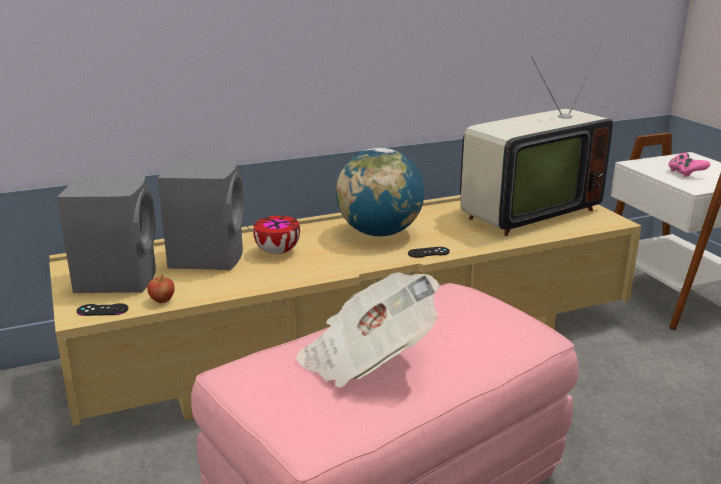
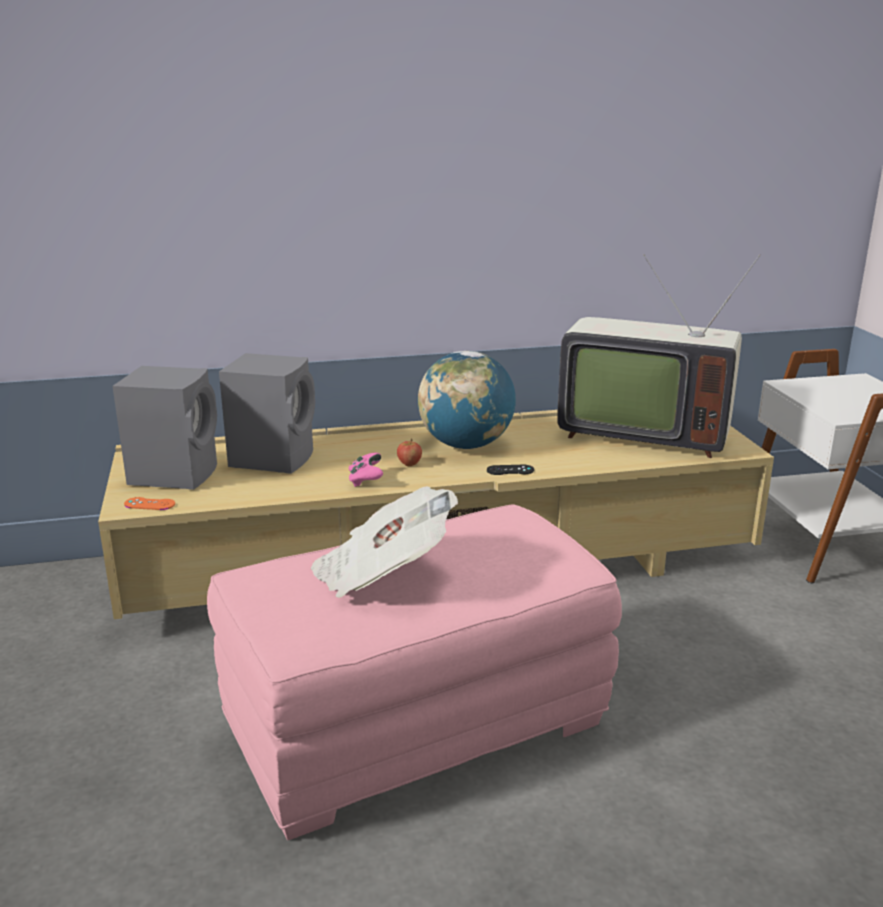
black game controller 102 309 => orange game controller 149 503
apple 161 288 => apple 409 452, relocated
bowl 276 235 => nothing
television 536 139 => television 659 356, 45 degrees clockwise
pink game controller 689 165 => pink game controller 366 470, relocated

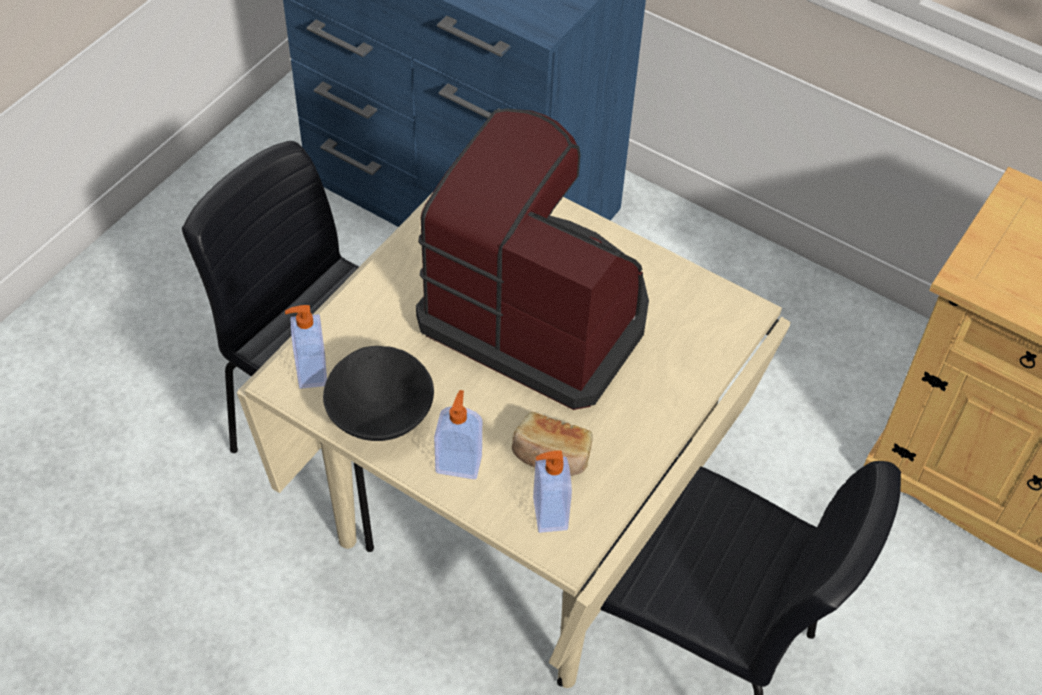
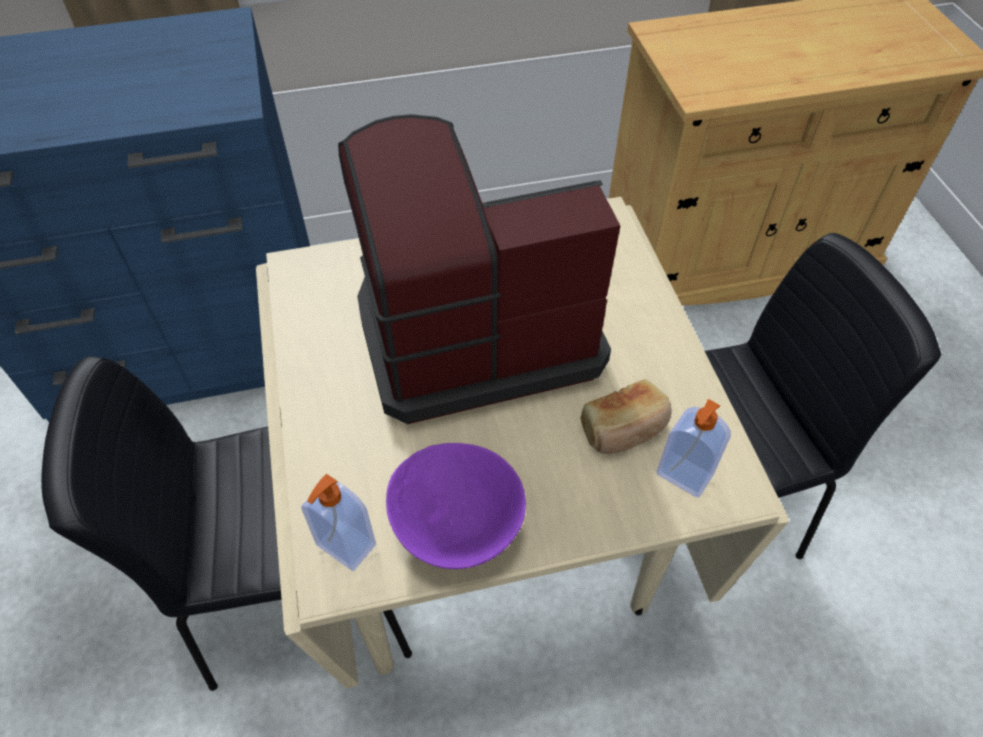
black bowl 378 393 => purple bowl 456 506
soap dispenser 458 434 => nothing

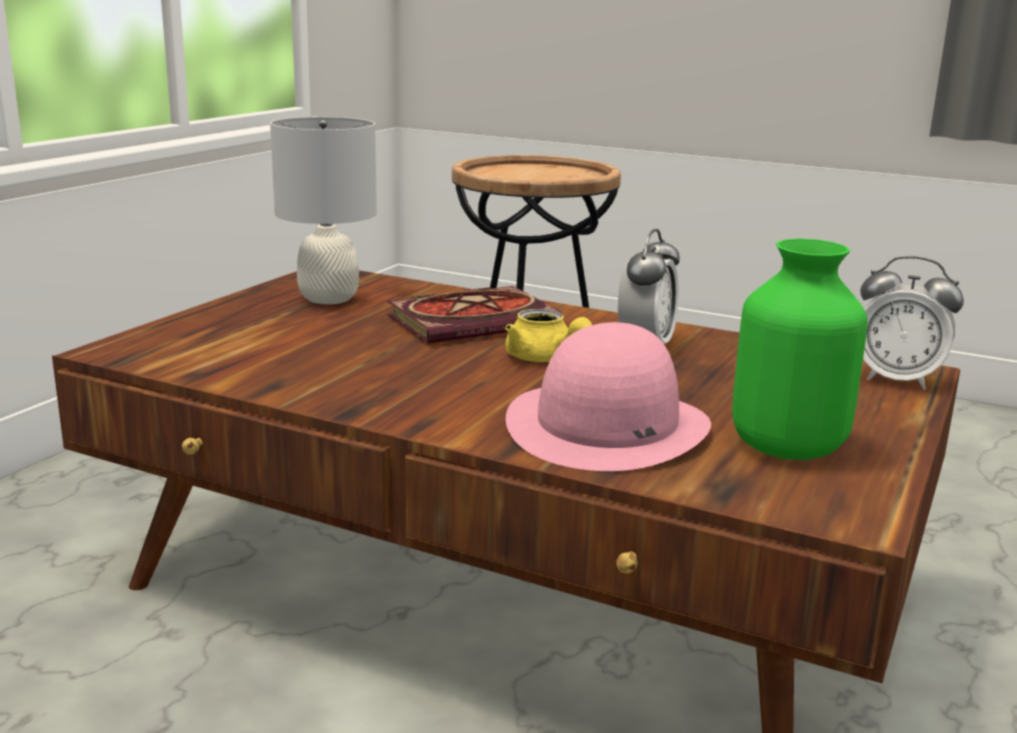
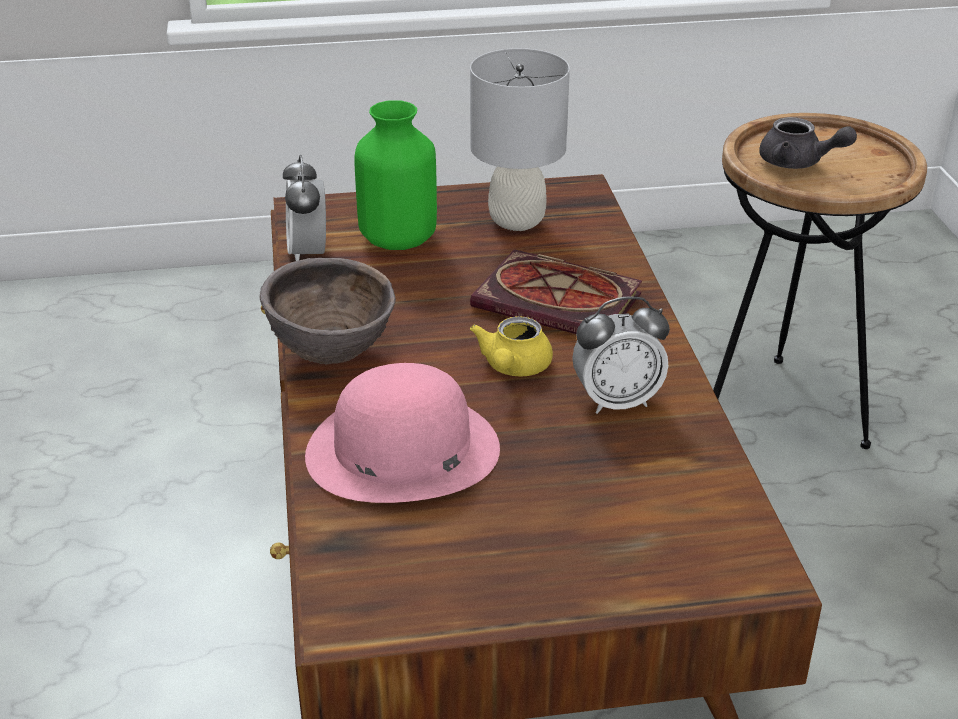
green vase 800 349 => green vase 395 175, relocated
alarm clock 912 323 => alarm clock 304 208, relocated
nothing => brown bowl 328 311
nothing => grey teapot 808 143

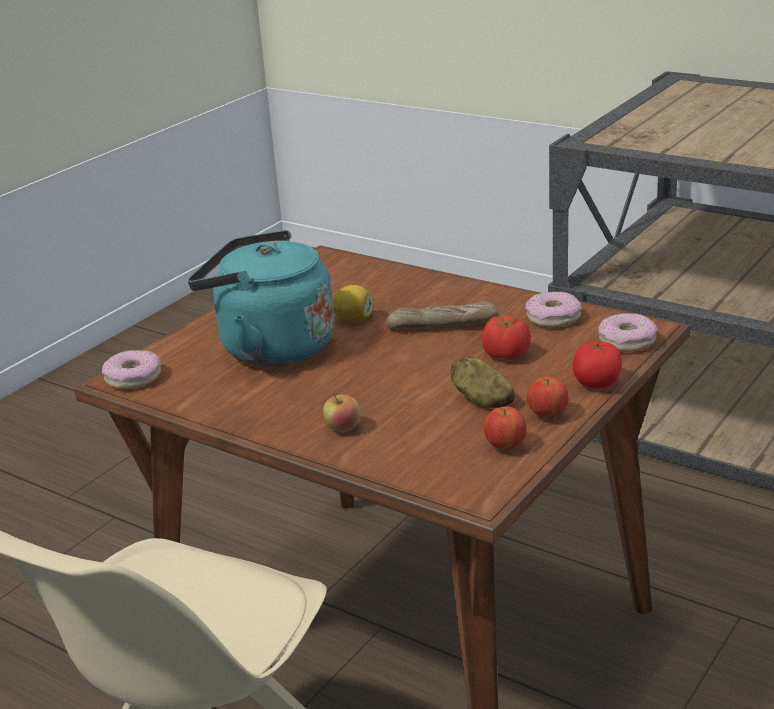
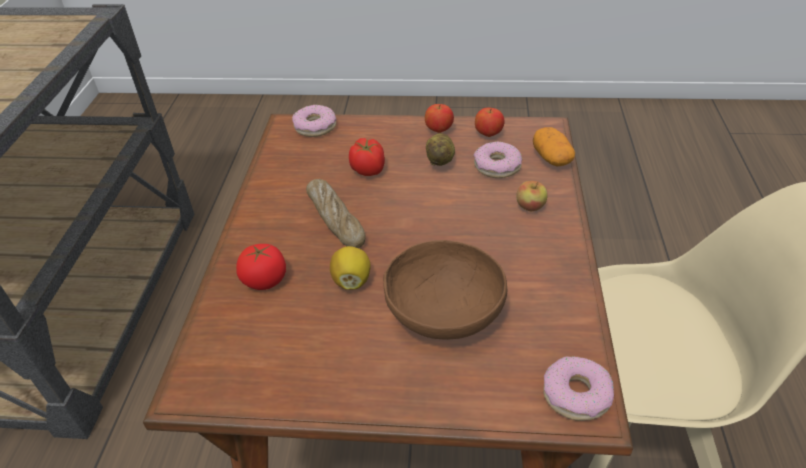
turquoise kettle 261 298 => brown bowl 445 290
donut 553 310 => donut 497 159, relocated
tomato 597 364 => tomato 261 267, relocated
nothing => potato 554 146

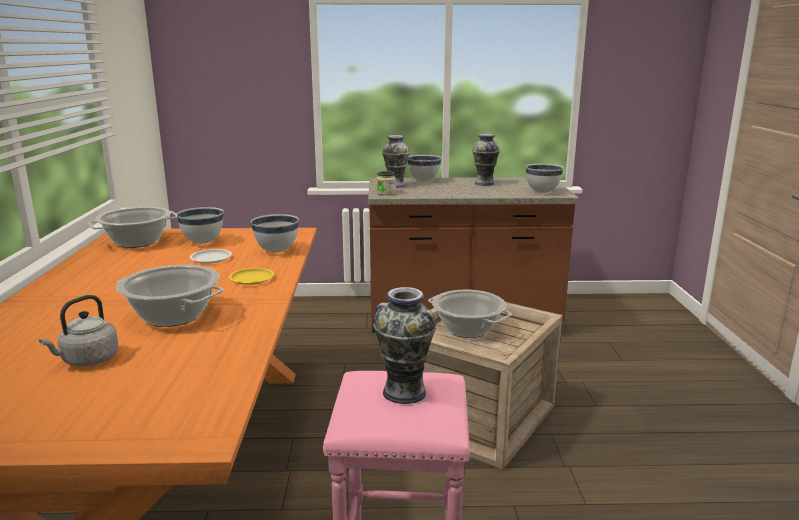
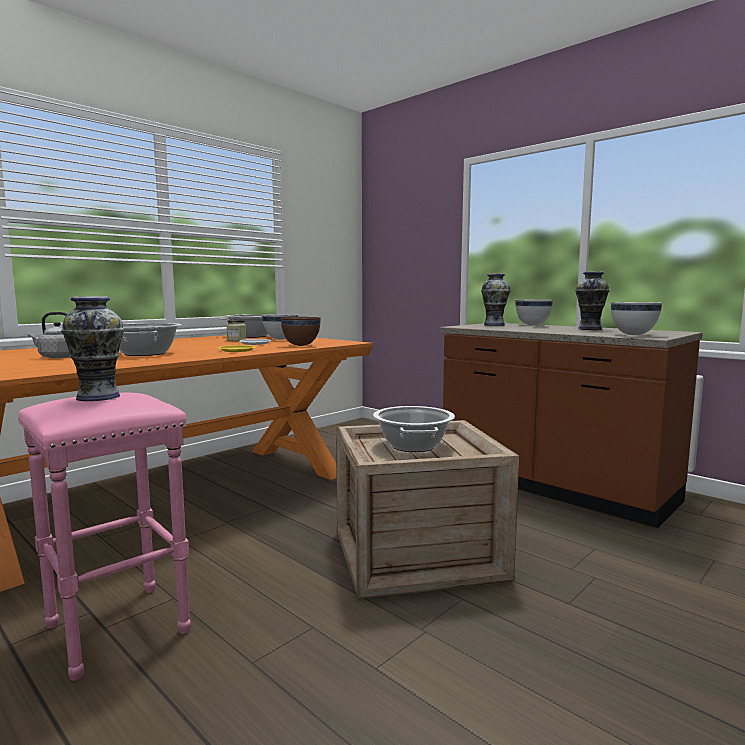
white bowl 275 233 => brown bowl 300 331
jar 386 183 => jar 236 330, relocated

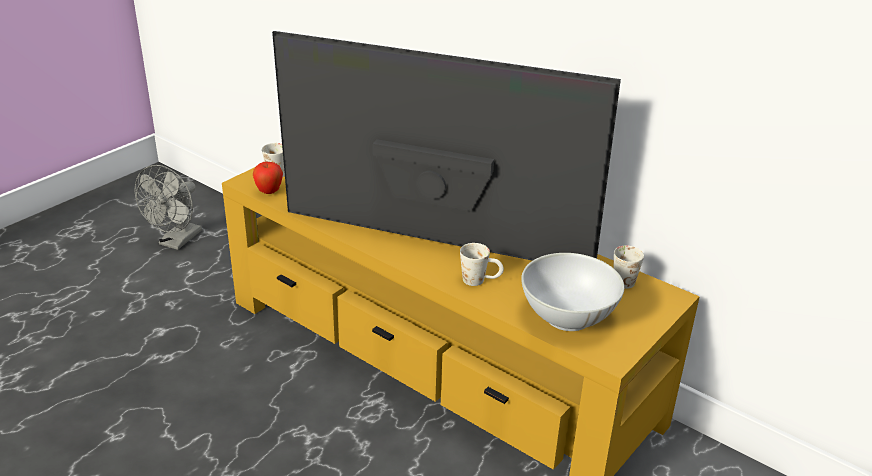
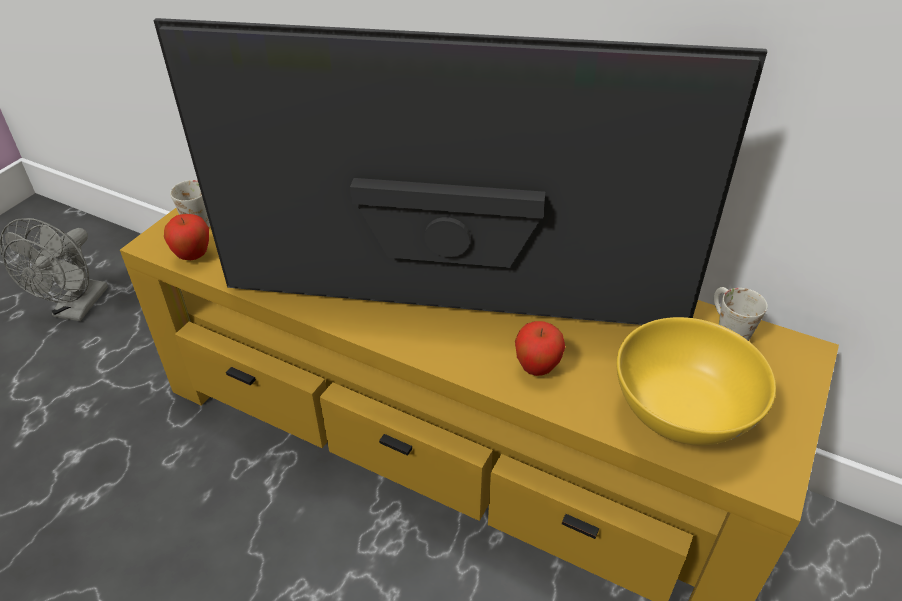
white mug 482 264 => apple 540 348
white bowl 572 292 => yellow bowl 696 381

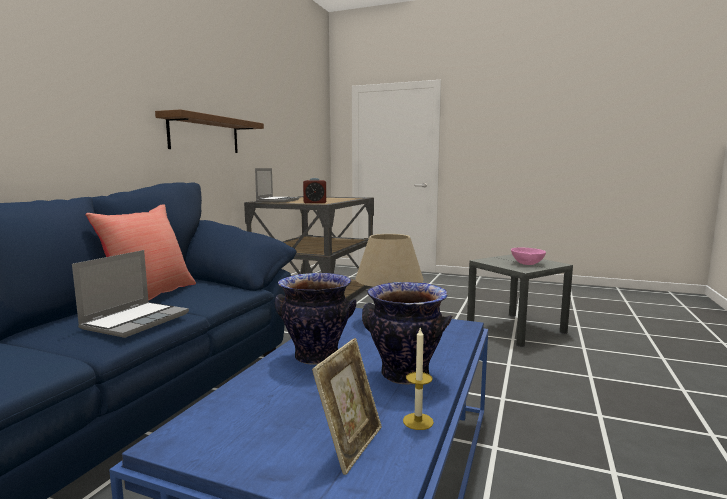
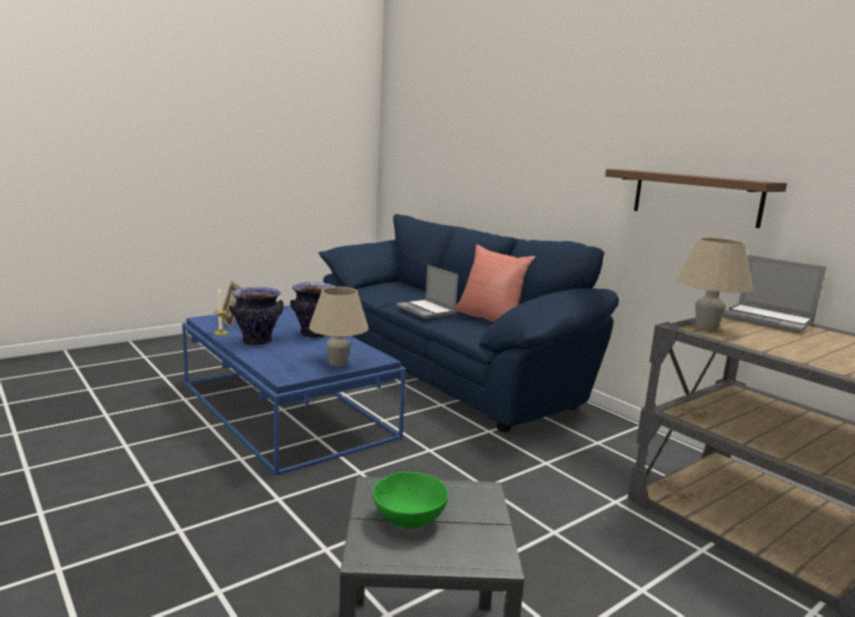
alarm clock 314 190 => beige table lamp 715 283
pink bowl 528 256 => green bowl 410 500

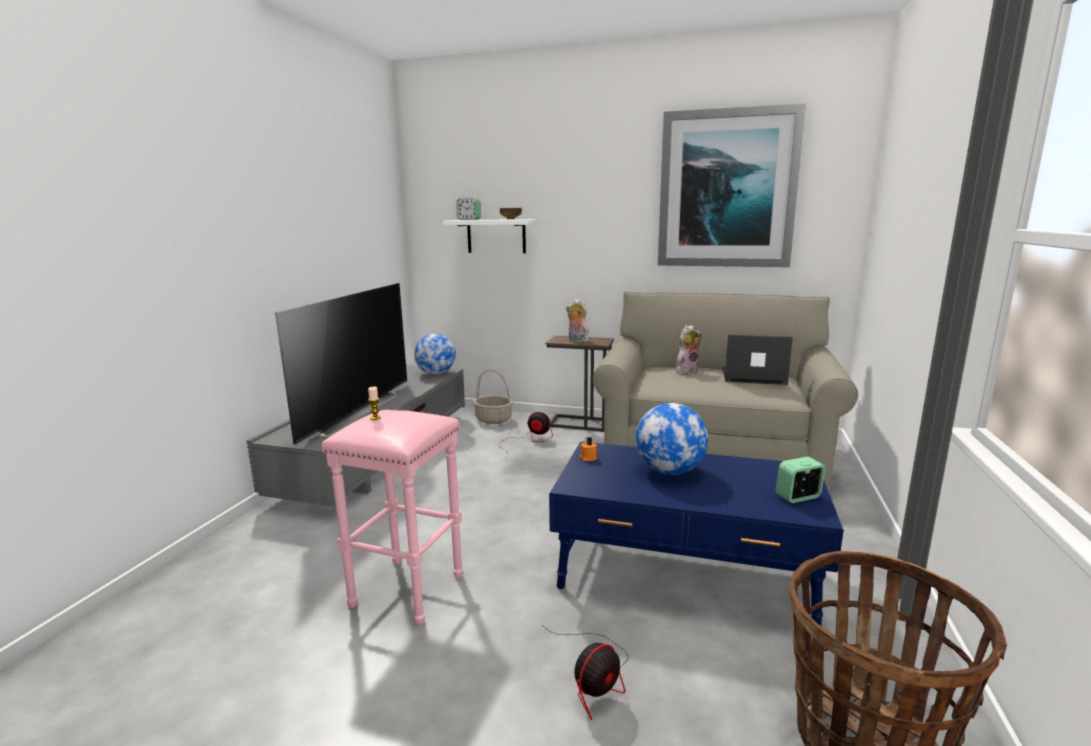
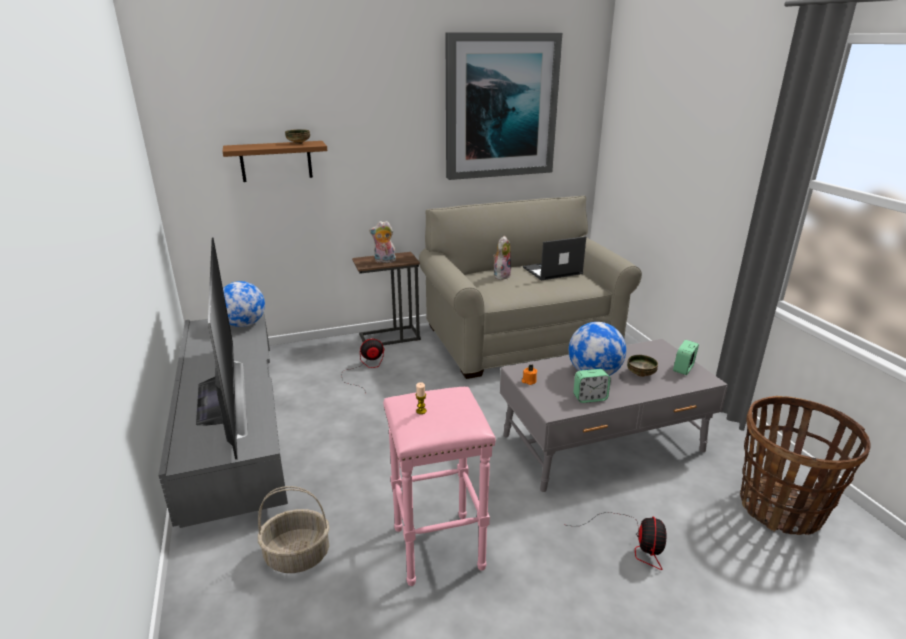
white shelf 490 236 => brown shelf 274 161
alarm clock 468 209 => alarm clock 592 386, relocated
basket 493 396 => basket 294 529, relocated
blue coffee table 696 534 => grey coffee table 614 415
nothing => bowl 642 366

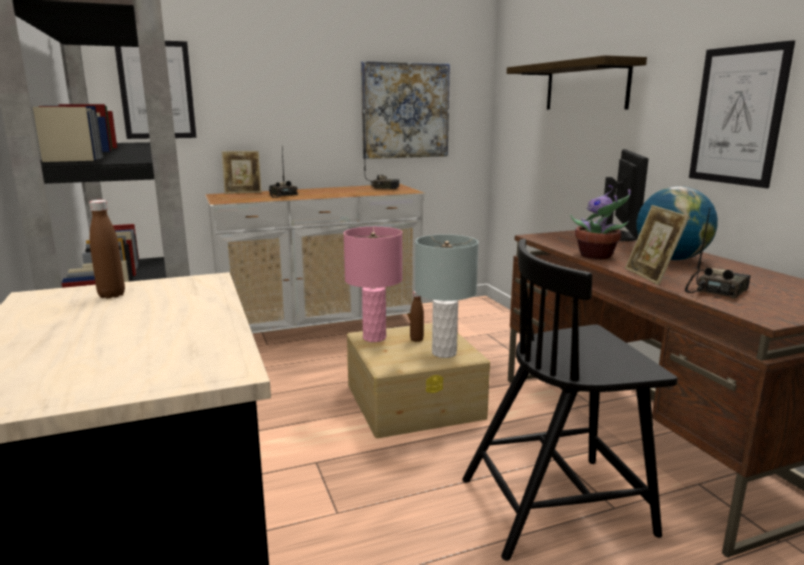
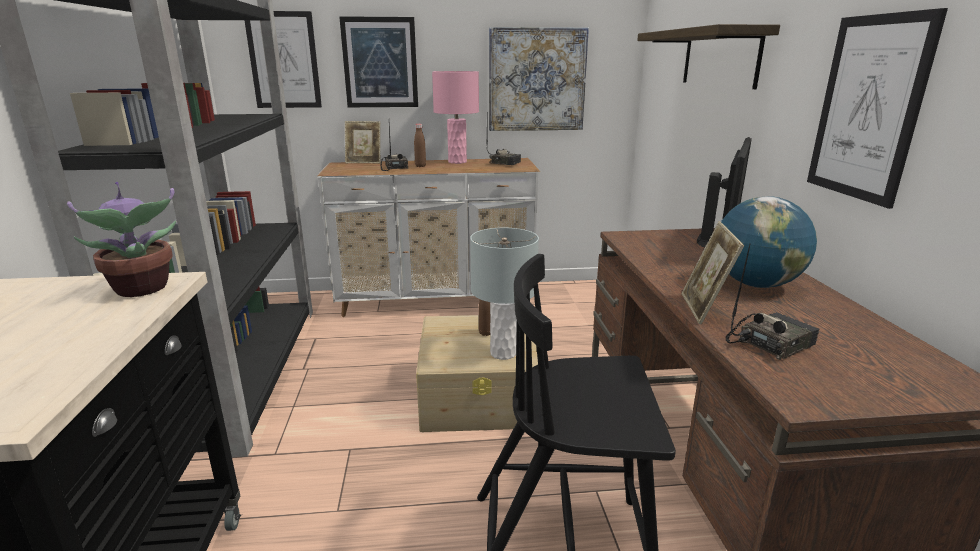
brown bottle 107 249 => brown bottle 420 145, relocated
pink table lamp 372 284 => pink table lamp 455 117, relocated
potted plant 600 222 => potted plant 121 239, relocated
nothing => picture 378 61

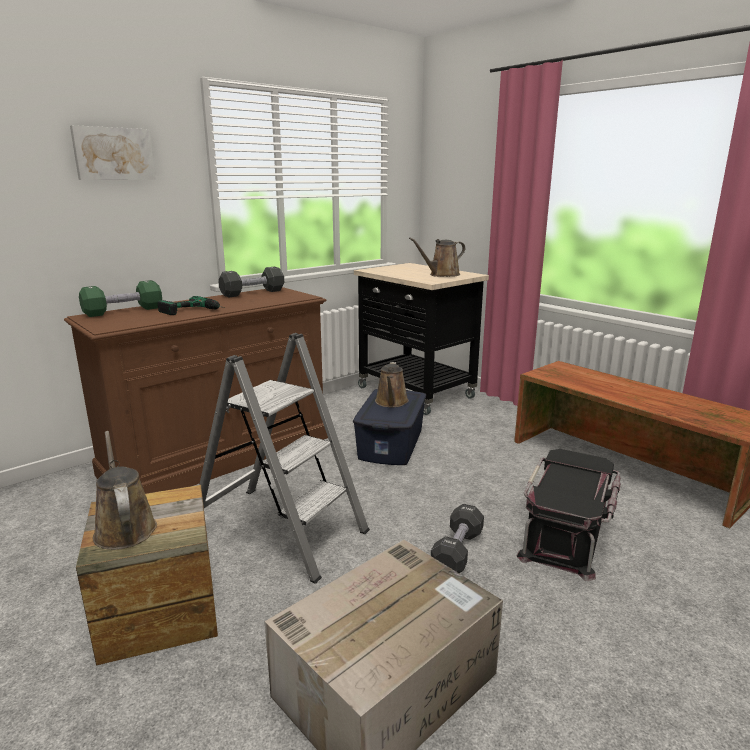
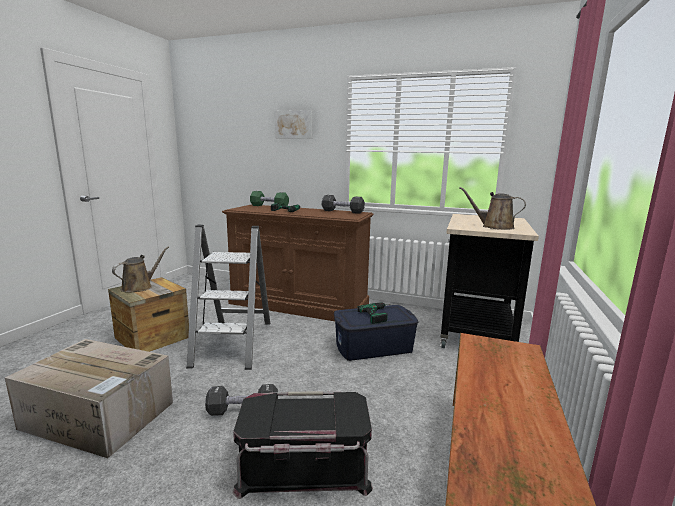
brown watering can 392 385 => power drill 373 313

